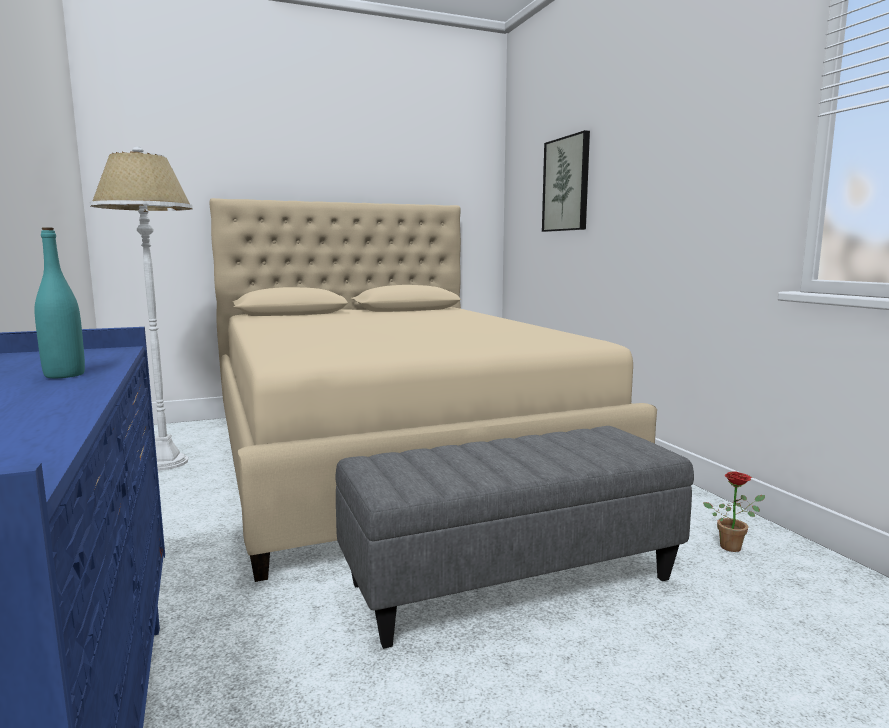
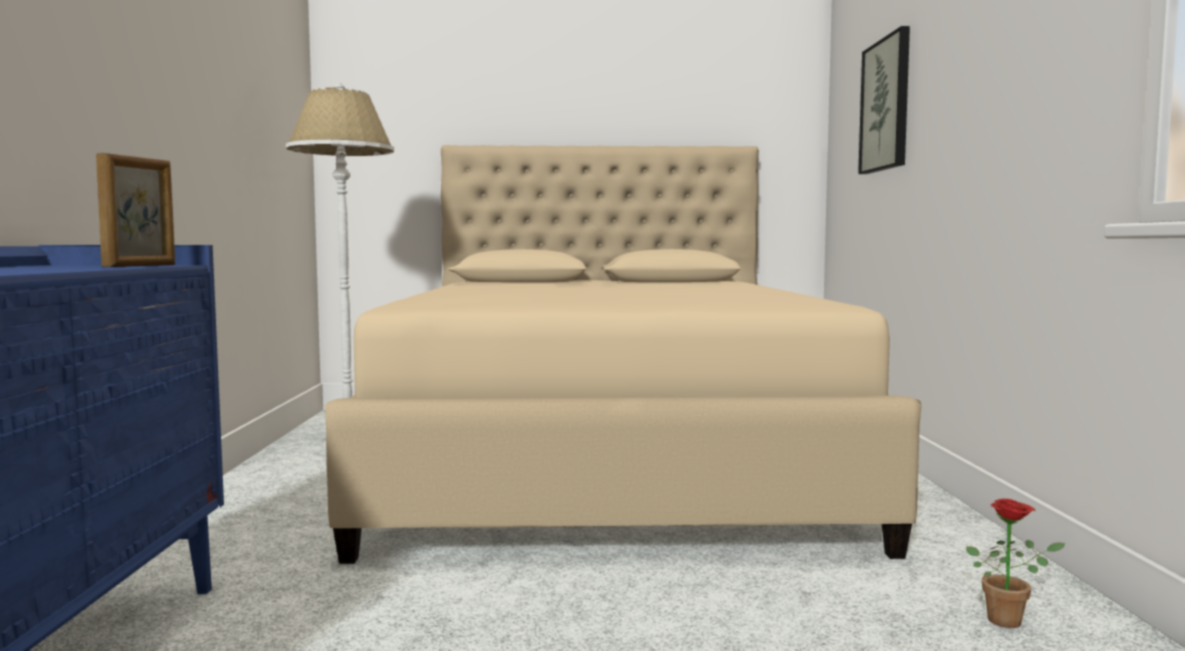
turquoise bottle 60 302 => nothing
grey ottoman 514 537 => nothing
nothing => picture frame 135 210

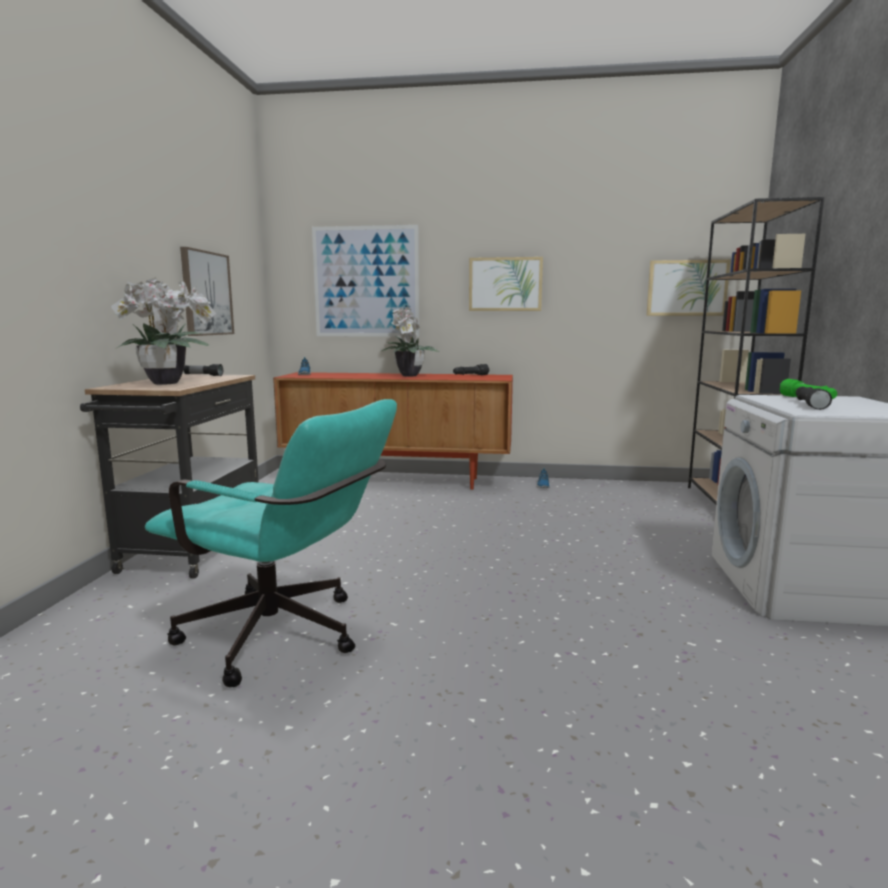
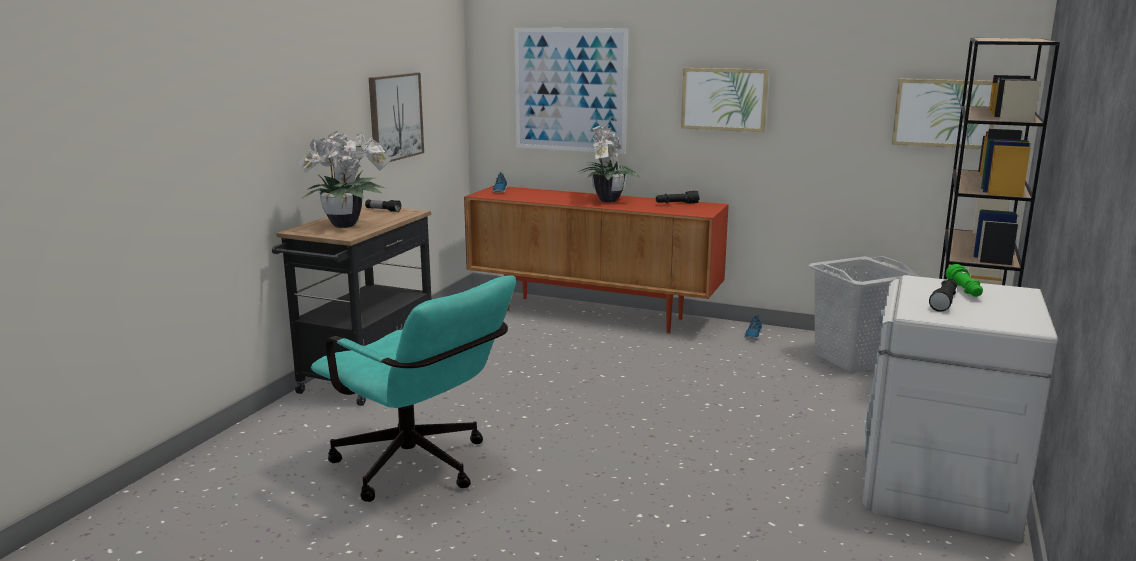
nothing => grey laundry basket 863 314

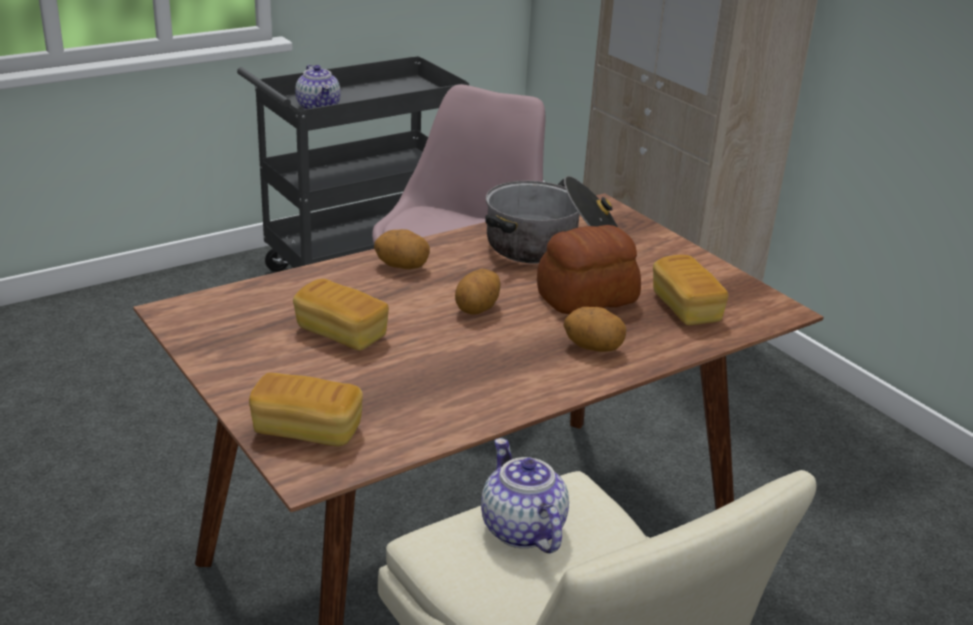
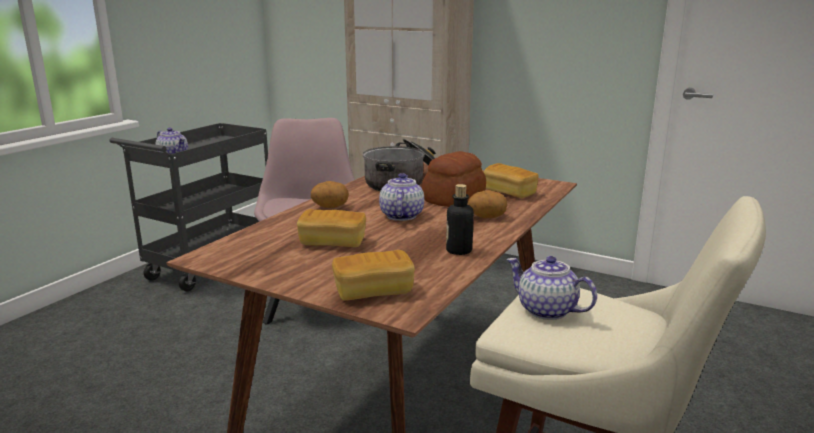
potato 478 292 => teapot 401 197
nothing => bottle 460 219

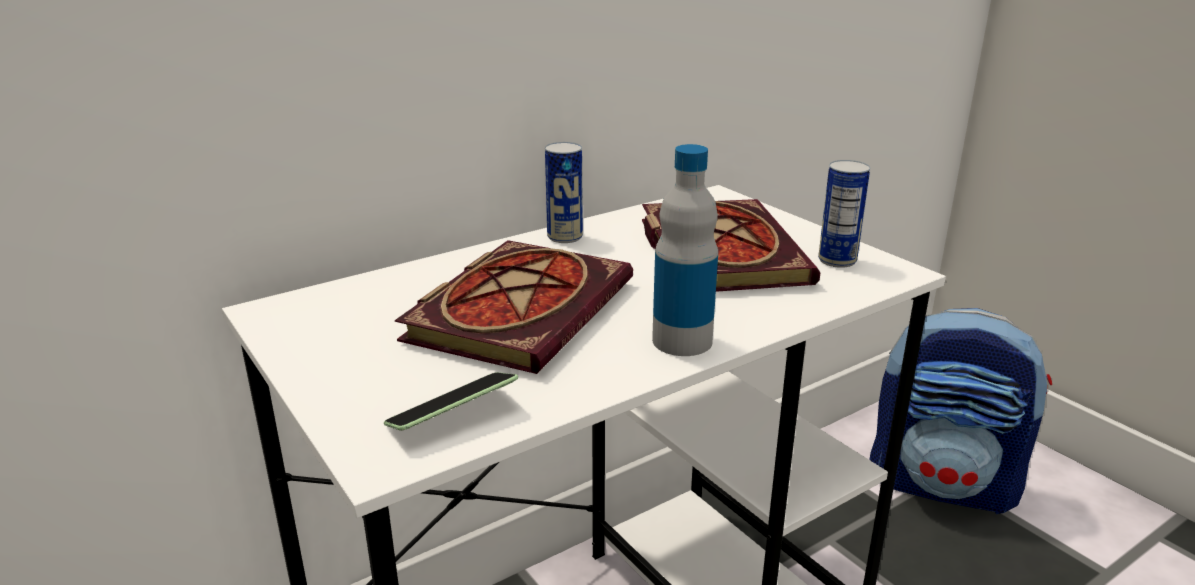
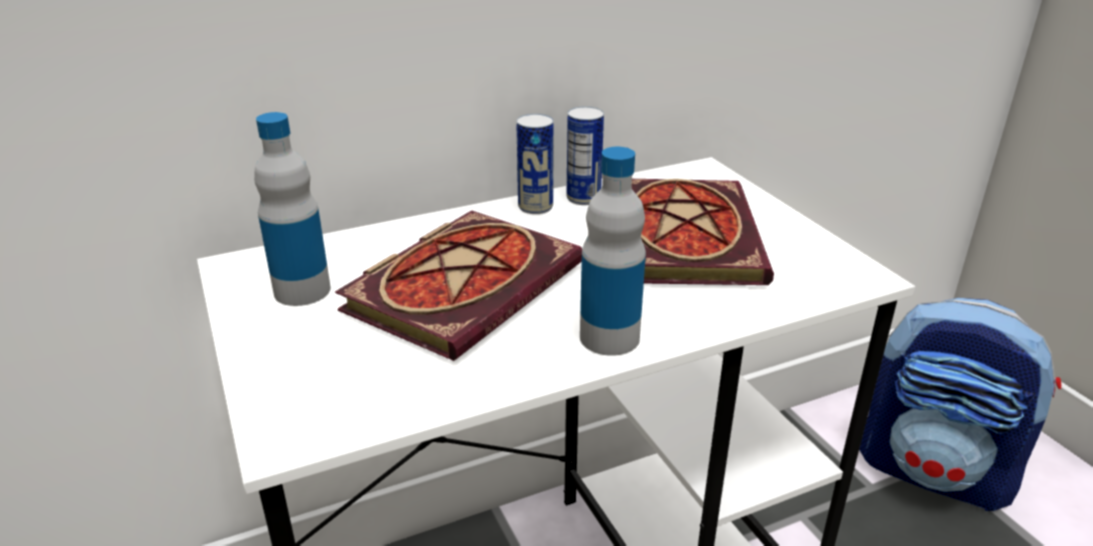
phone 451 401 => nothing
can 844 214 => can 585 155, relocated
nothing => bottle 292 209

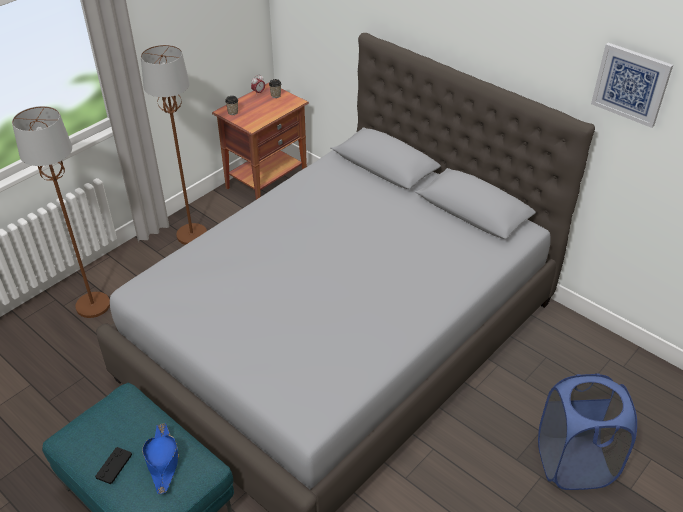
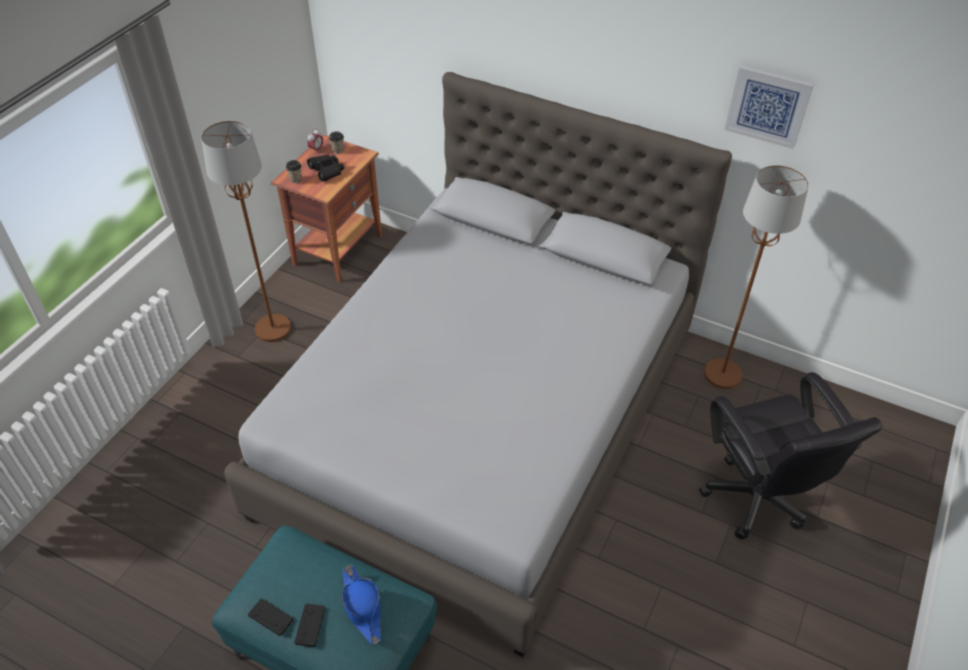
brown floor lamp 61 212 => brown floor lamp 756 277, relocated
blue laundry basket 587 431 => black office chair 790 456
nothing => black game controller 270 617
nothing => black binoculars 325 168

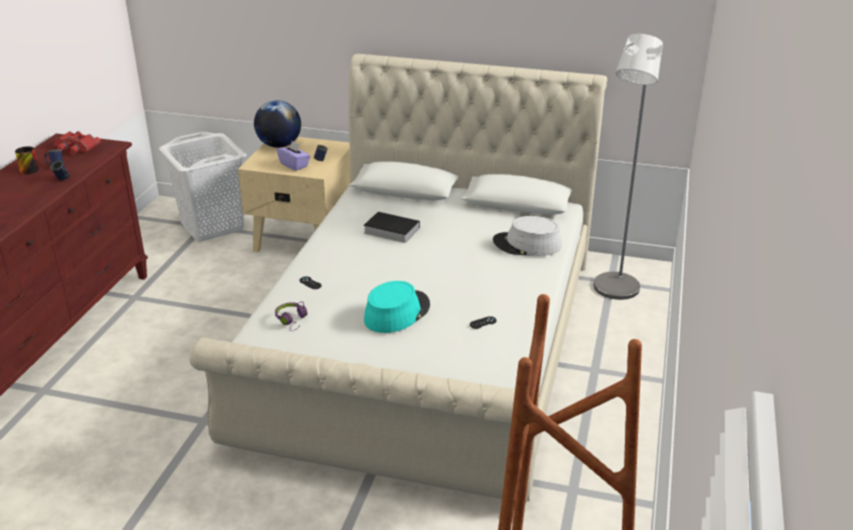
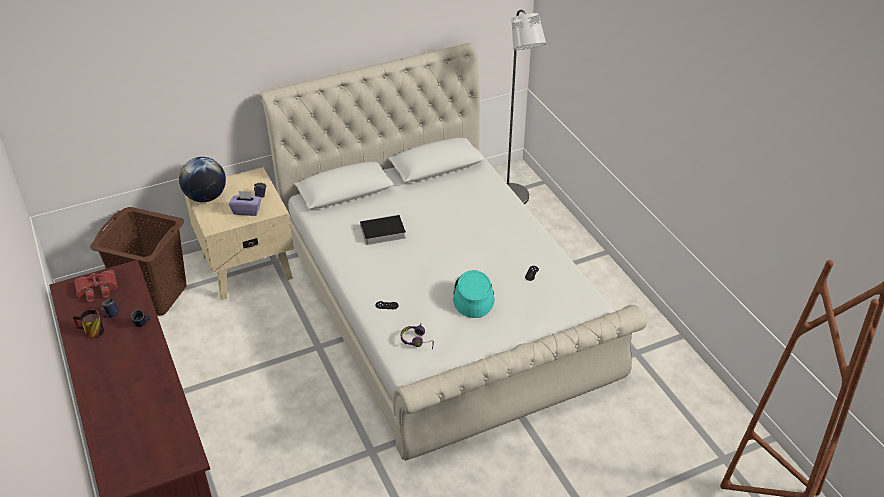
white laundry basket 203 187 => brown laundry basket 138 261
grey hat 527 236 => nothing

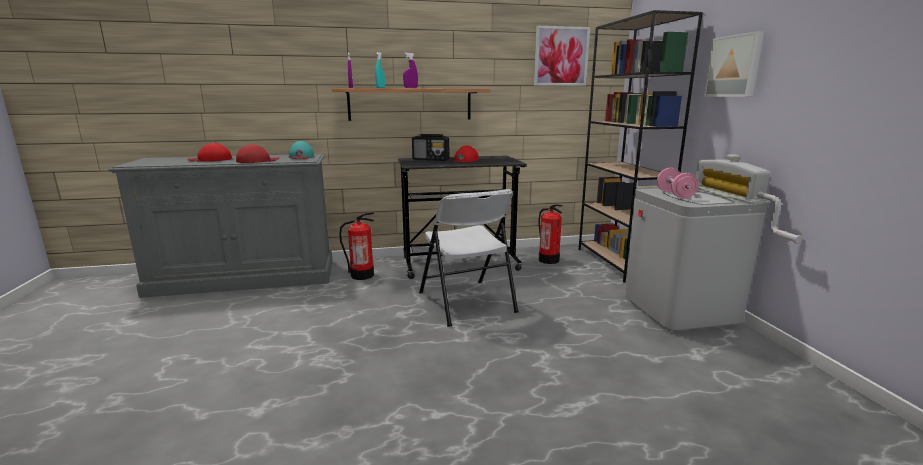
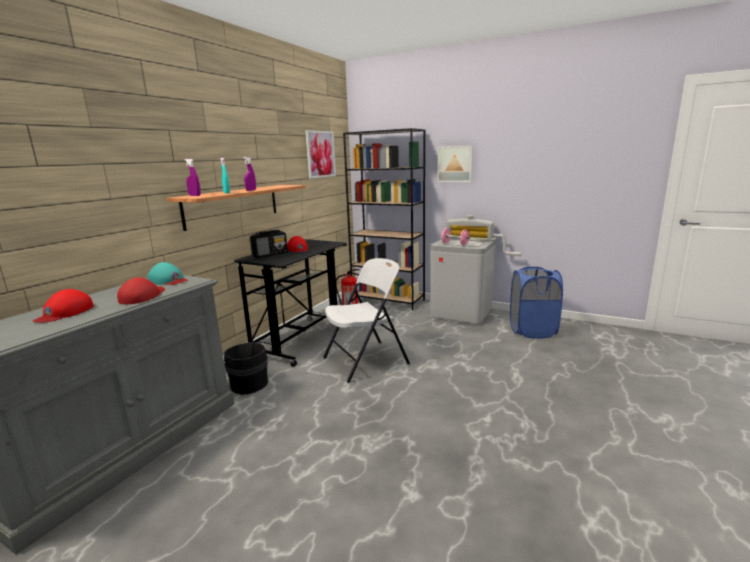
fire extinguisher 356 246 => black bucket 246 367
white chair 468 258 => white chair 366 320, 45 degrees counterclockwise
nothing => blue laundry basket 536 303

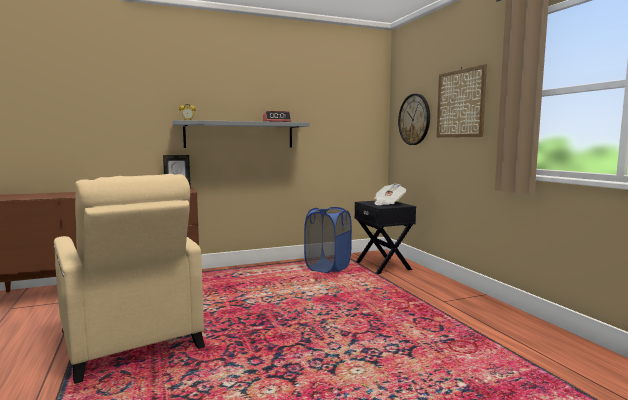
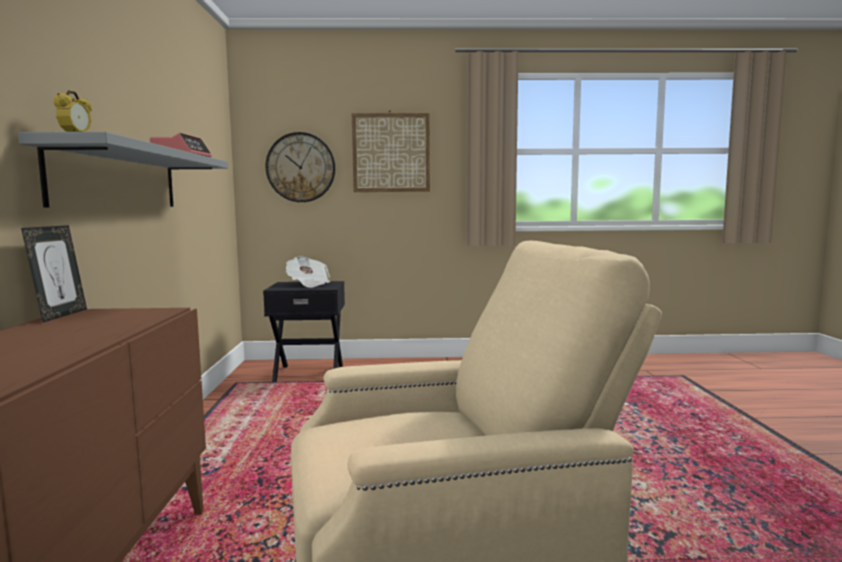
blue laundry basket 328 240 => nothing

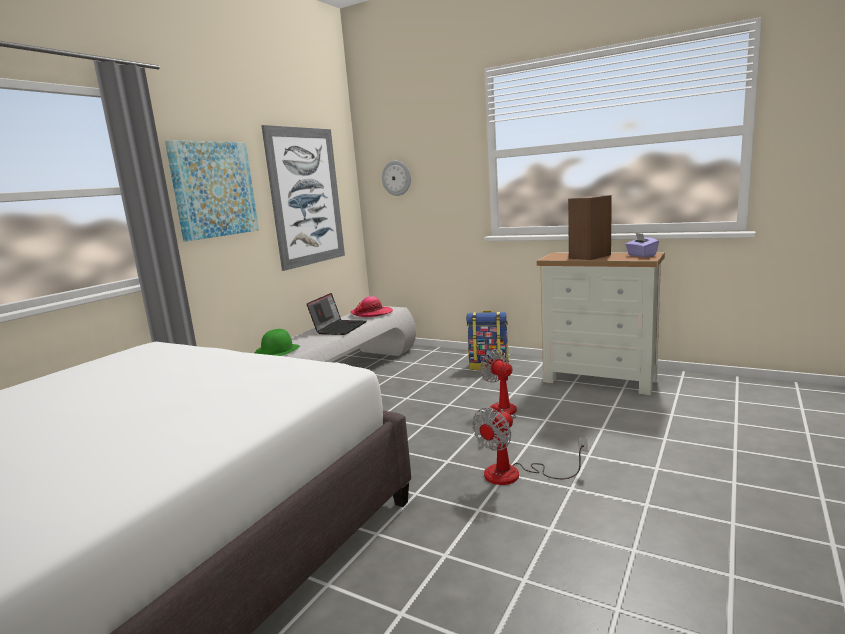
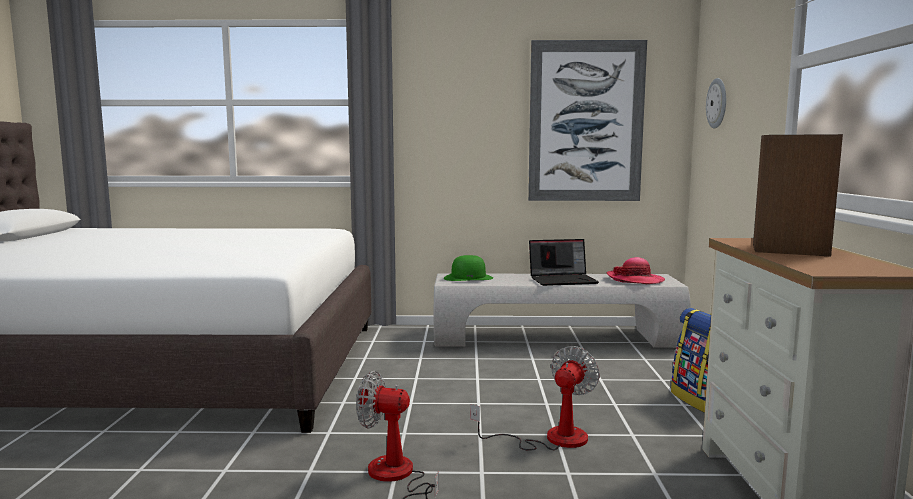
picture 212 190 => nothing
purple tissue box 642 245 => nothing

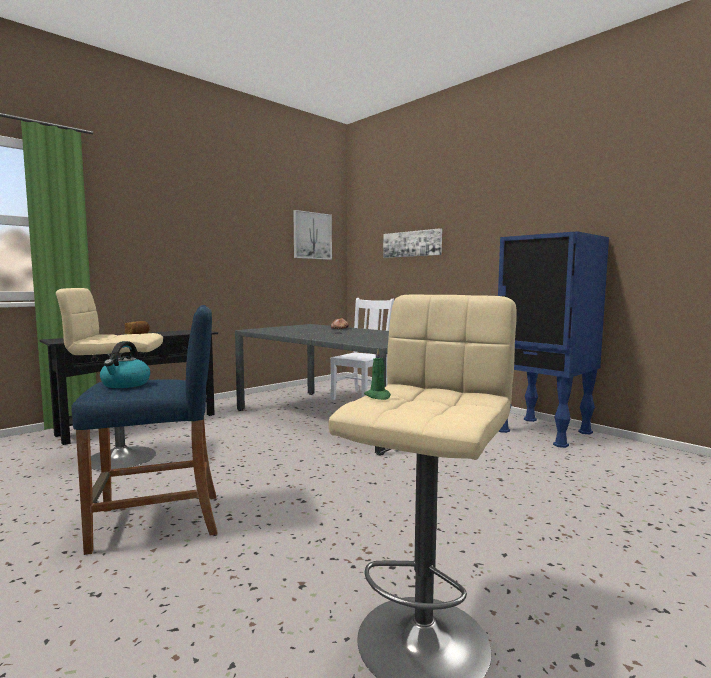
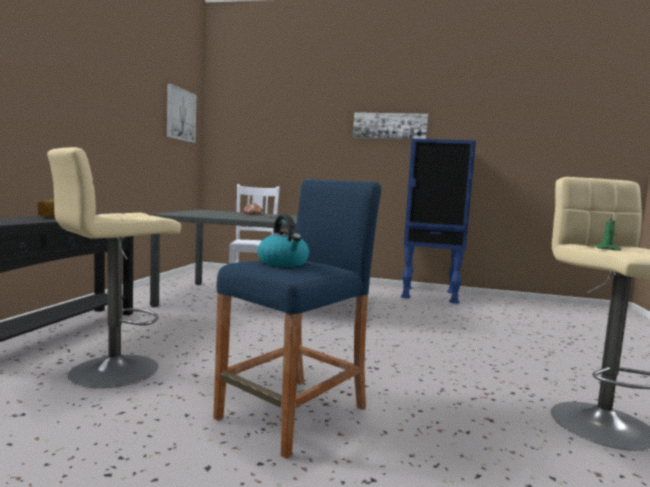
picture 412 243 => picture 390 125, relocated

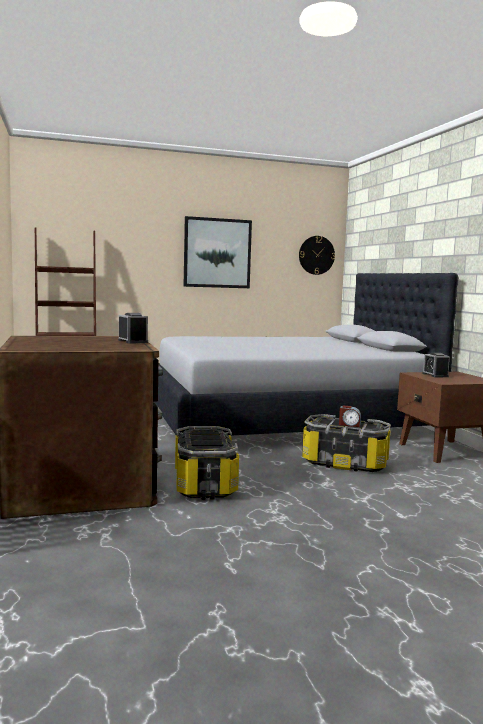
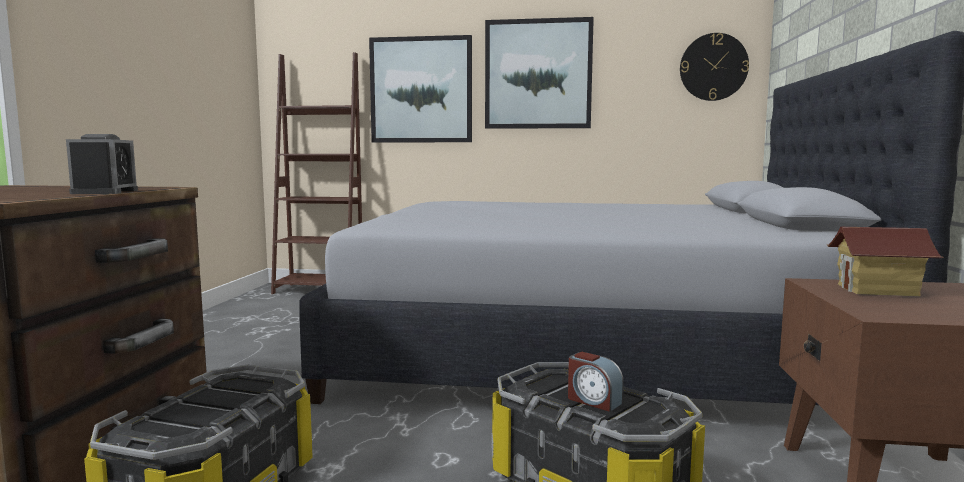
alarm clock 436 365 => toy house 885 262
nothing => picture 420 88

